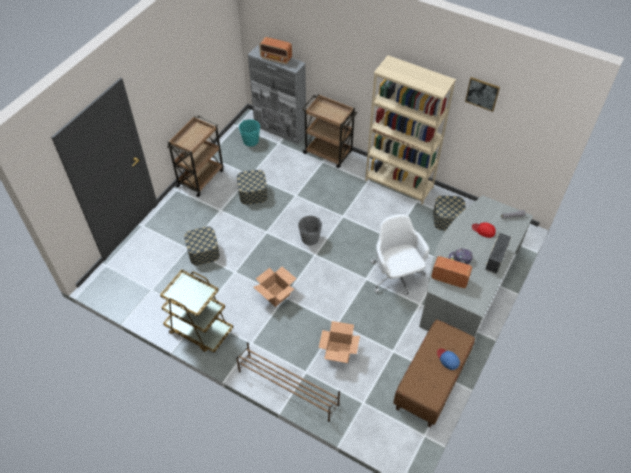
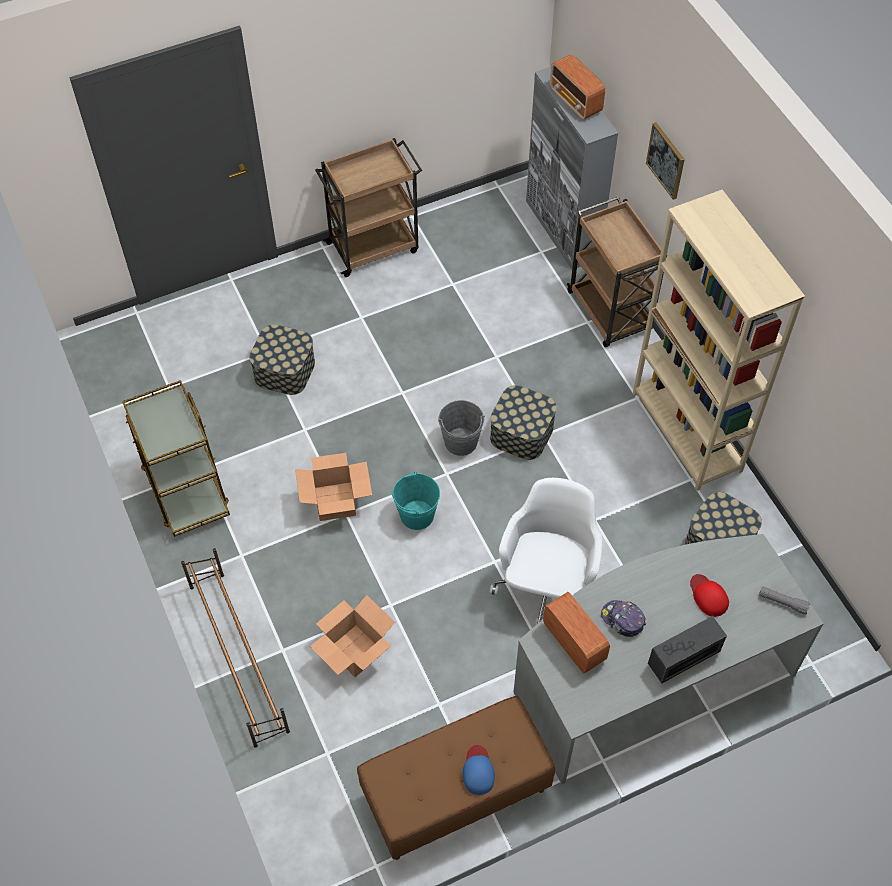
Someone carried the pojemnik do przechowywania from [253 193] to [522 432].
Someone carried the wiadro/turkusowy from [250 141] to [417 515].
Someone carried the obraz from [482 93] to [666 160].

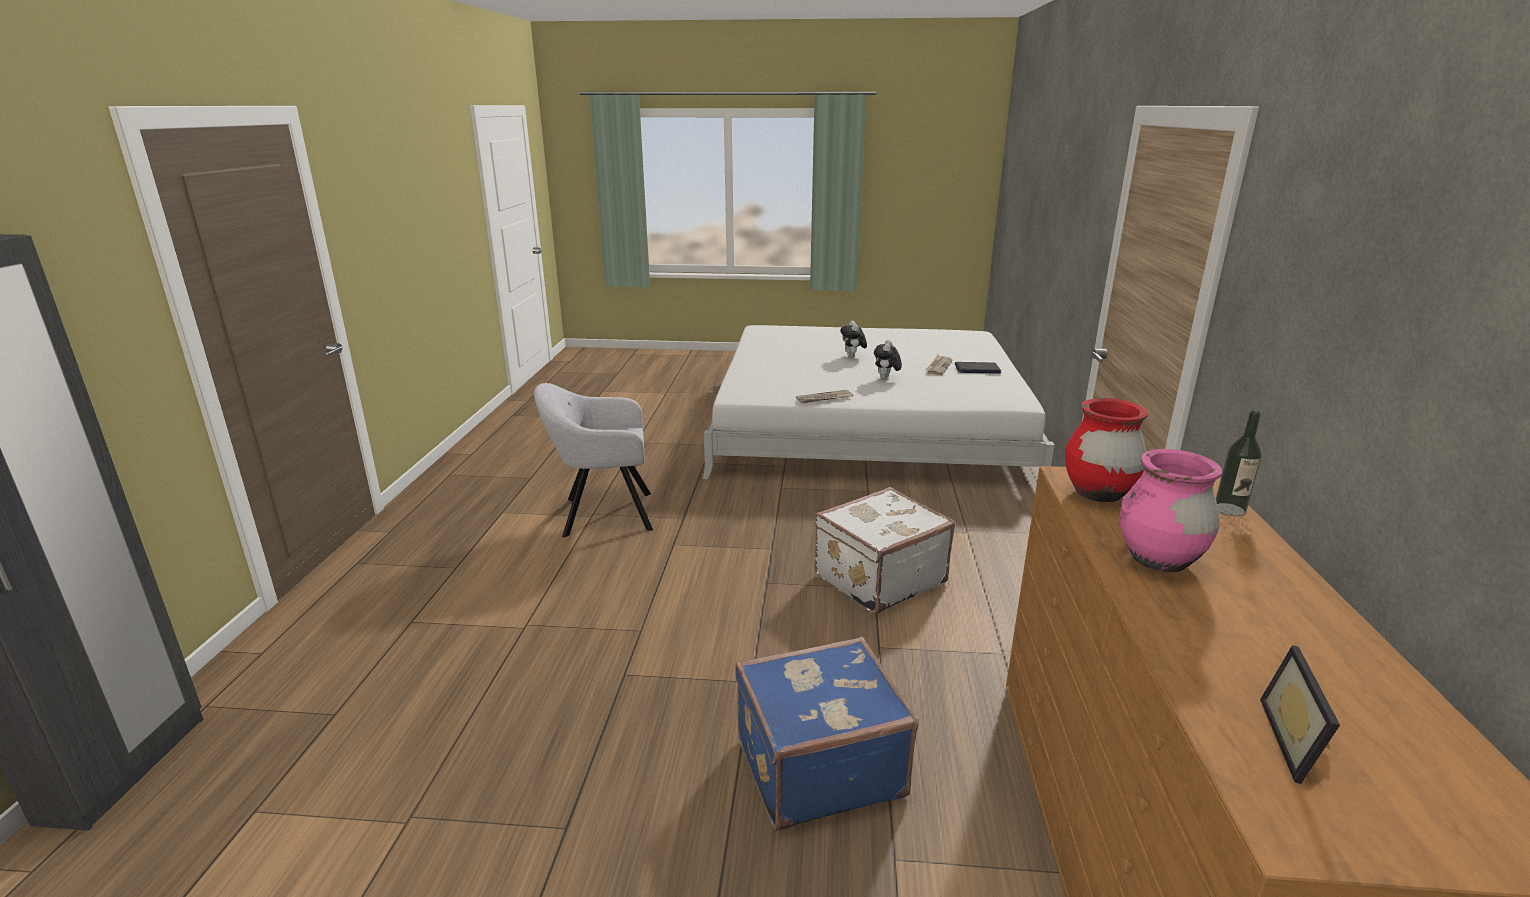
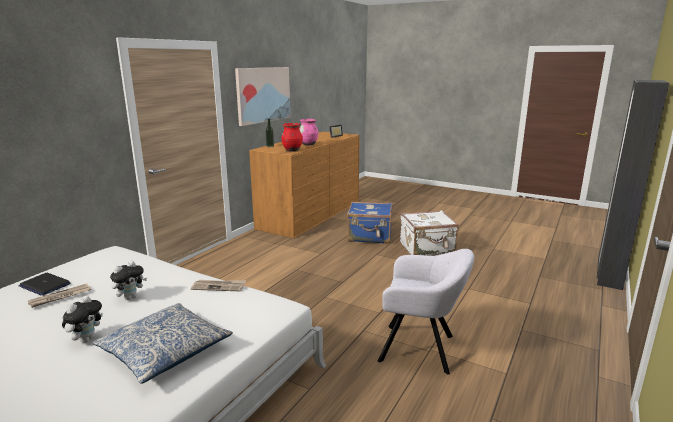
Someone put down the poduszka at [165 351].
Someone put up the obraz at [263 94].
Someone carried the walizka/biały from [877 578] to [427 248].

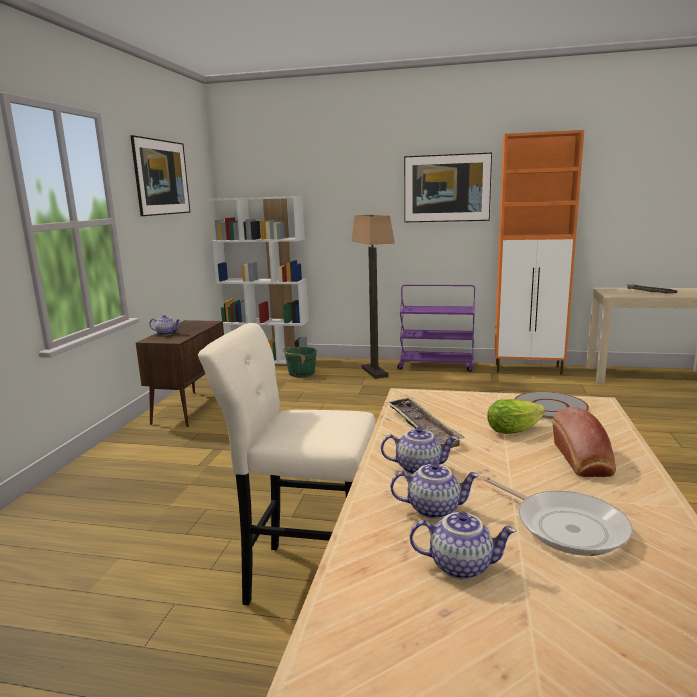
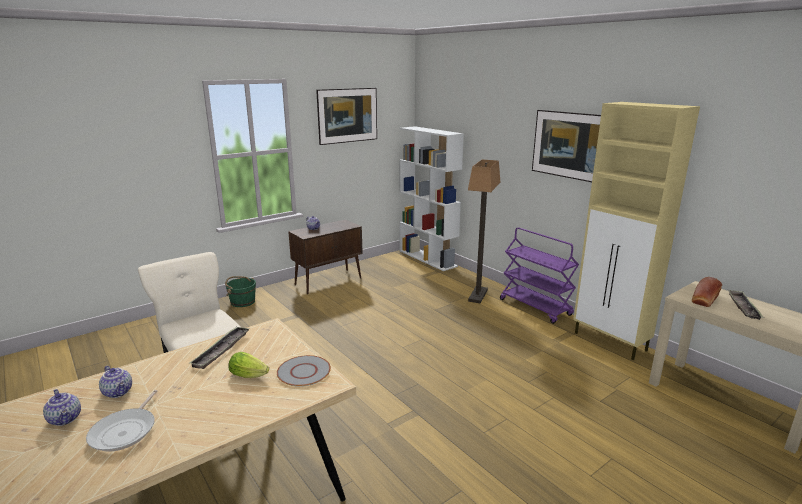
Someone took away the imbryk at [419 467].
Someone carried the wiadro/zielony from [301 373] to [242 302].
Someone carried the chleb from [583 460] to [704 300].
Someone repainted the szafka/pomarańczowy at [529 369], which became the szafka/beżowy at [610 342].

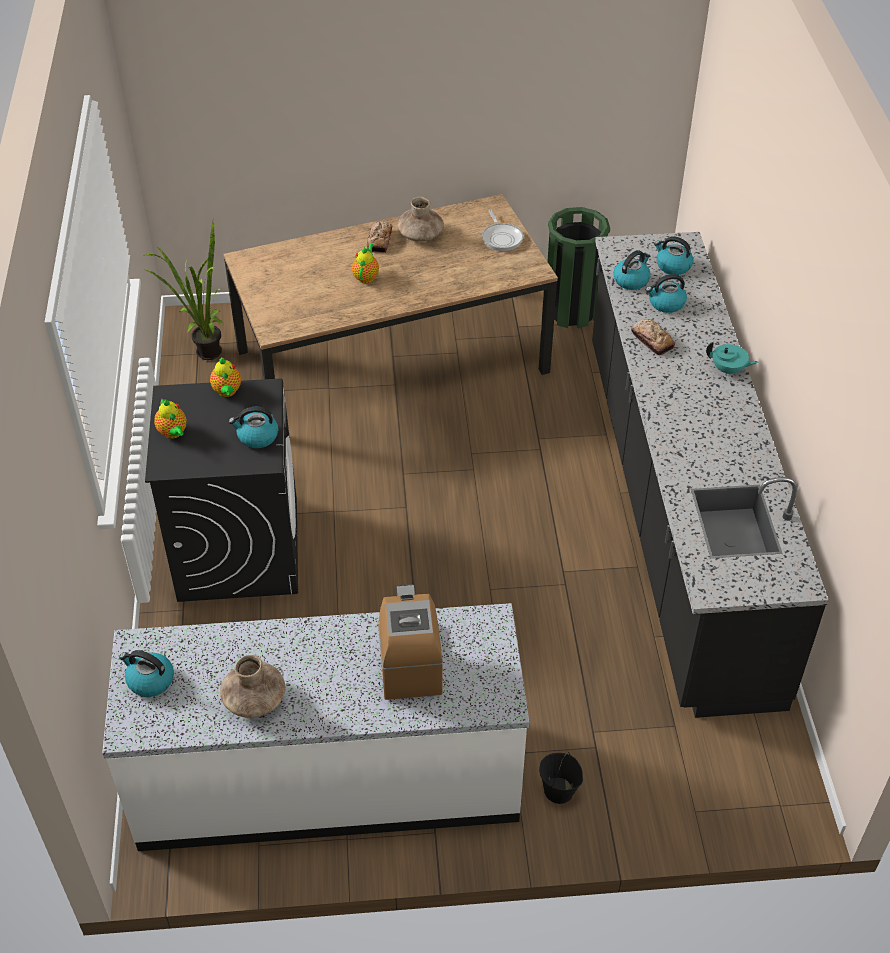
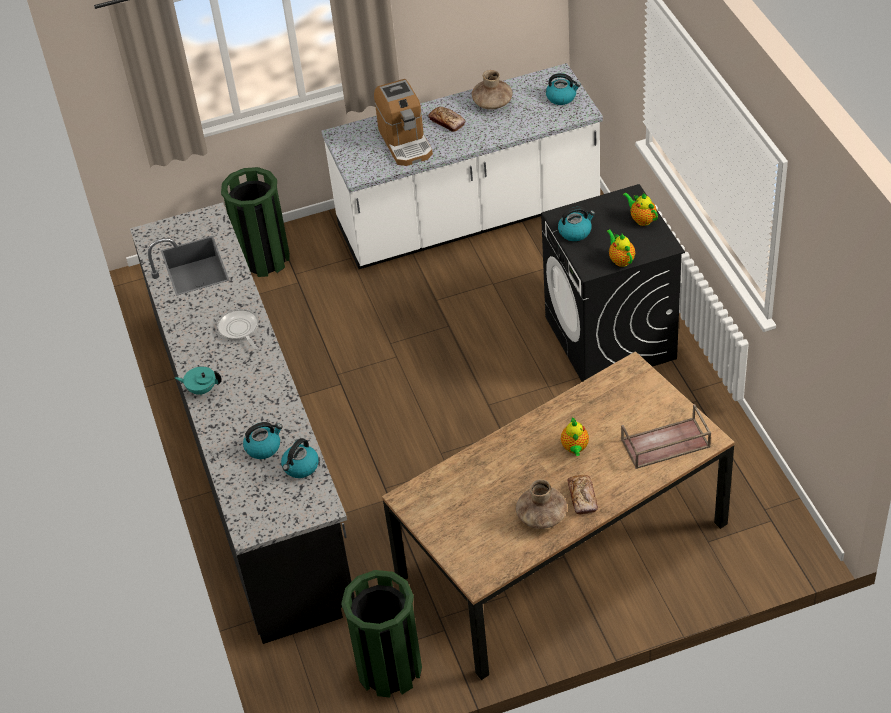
Someone took away the roślina doniczkowa at [202 352].
Someone took away the wiadro/czarny at [559 791].
Someone took away the czajnik at [672 266].
Someone put down the kosz na śmieci/zielony at [264 258].
Someone put down the taca/brązowy at [665 444].
Someone carried the patelnia from [501 238] to [239 329].
Someone carried the chleb from [652 340] to [447 122].

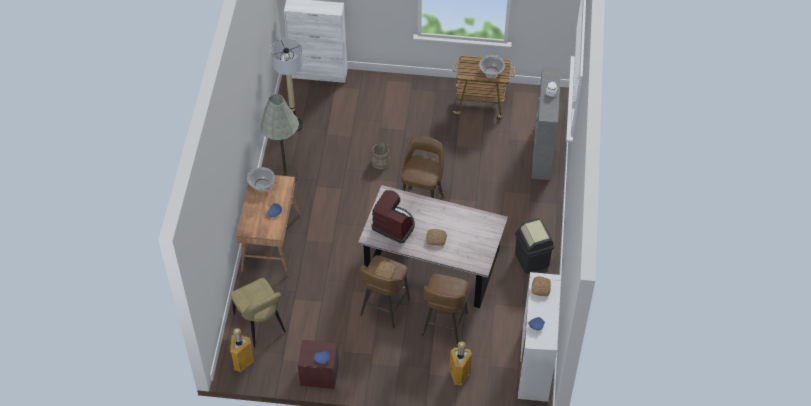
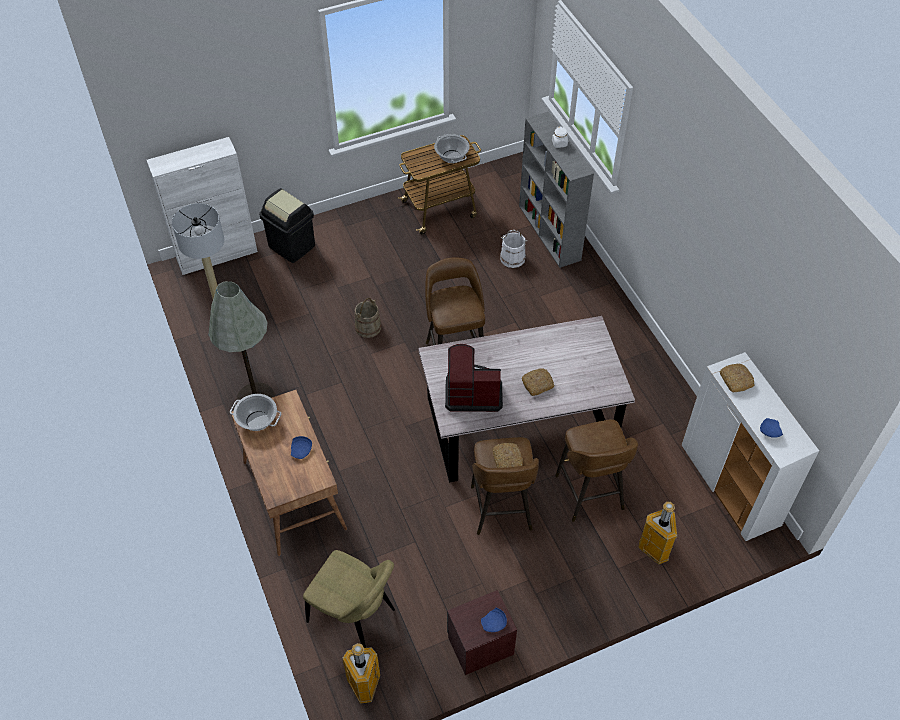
Someone put down the wiadro/biały at [512 258].
Someone carried the kosz na śmieci/czarny from [532 259] to [292 246].

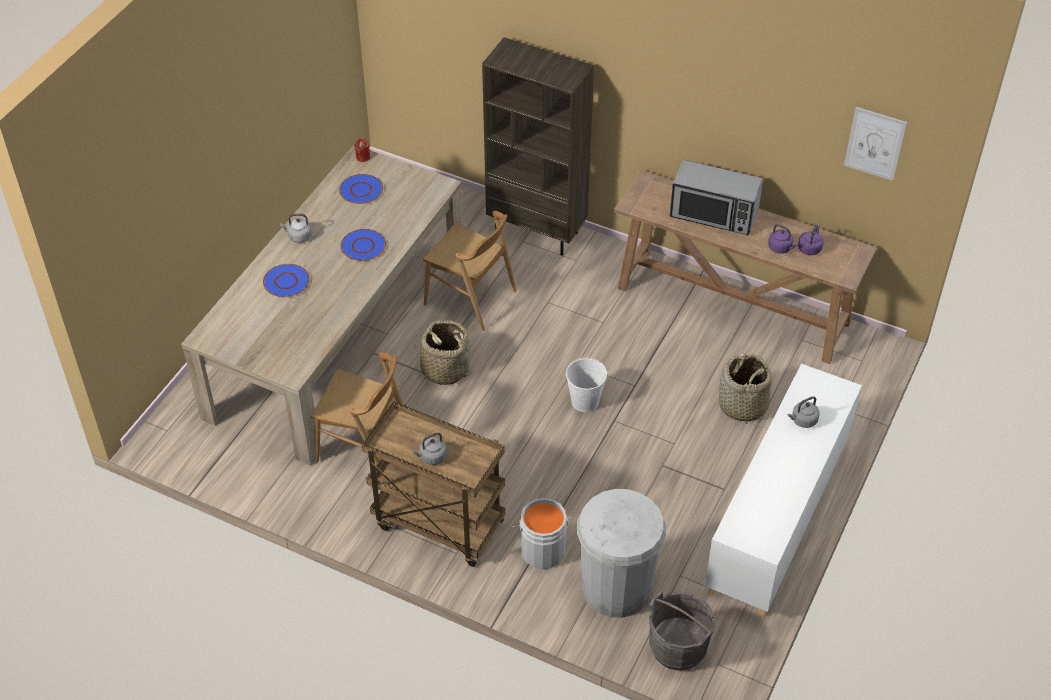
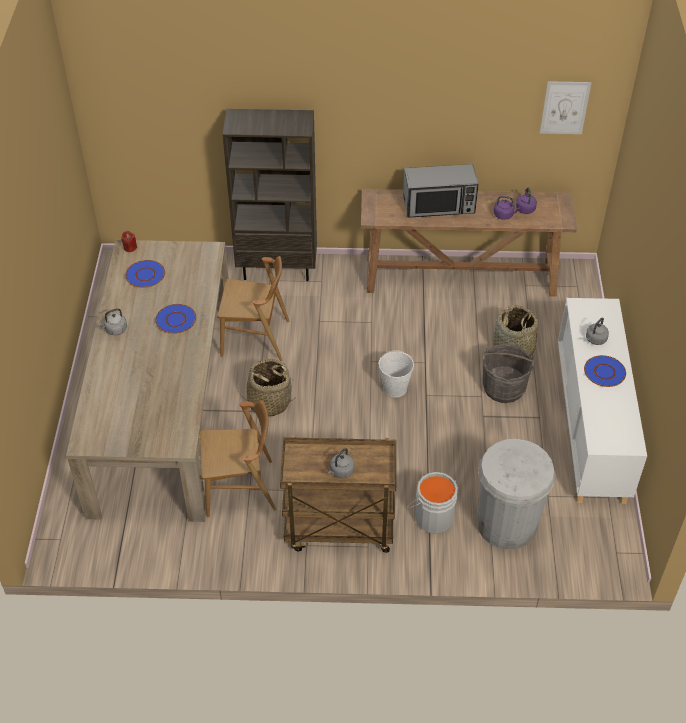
Someone carried the talerz/niebieski from [286 281] to [605 372].
Someone carried the wiadro/szary from [678 647] to [503 388].

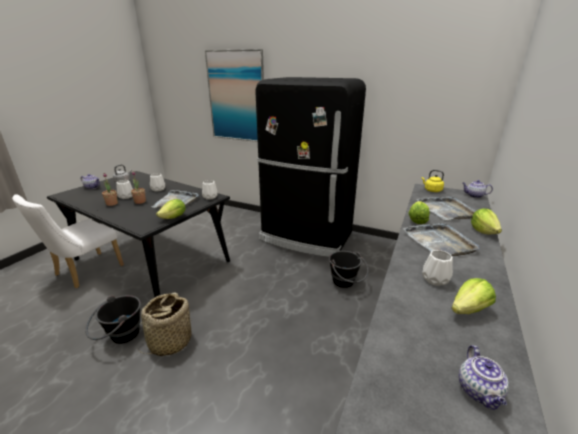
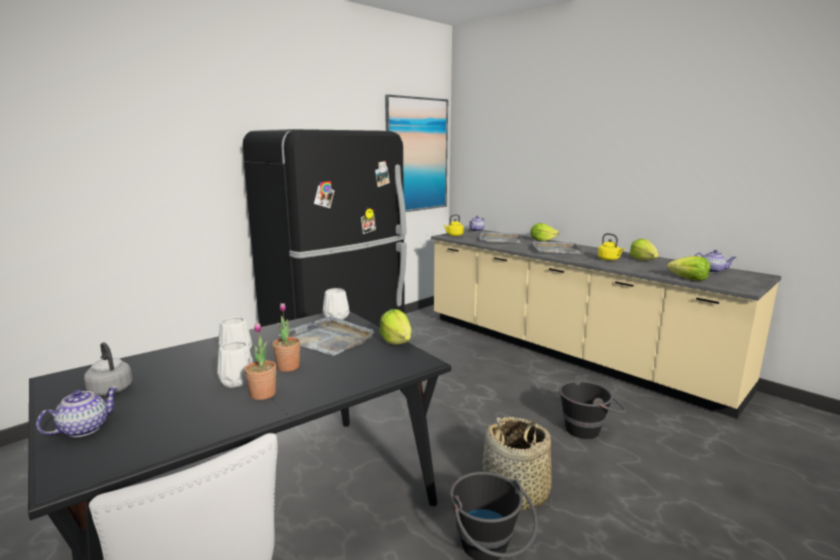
Someone carried the obraz from [236 97] to [417 155].
Someone carried the wiadro/czarny from [346 284] to [589 429].
Someone carried the sałata from [417 220] to [688 279].
Someone swapped the wazon/biały at [435 280] for the czajnik/żółty at [609 259].

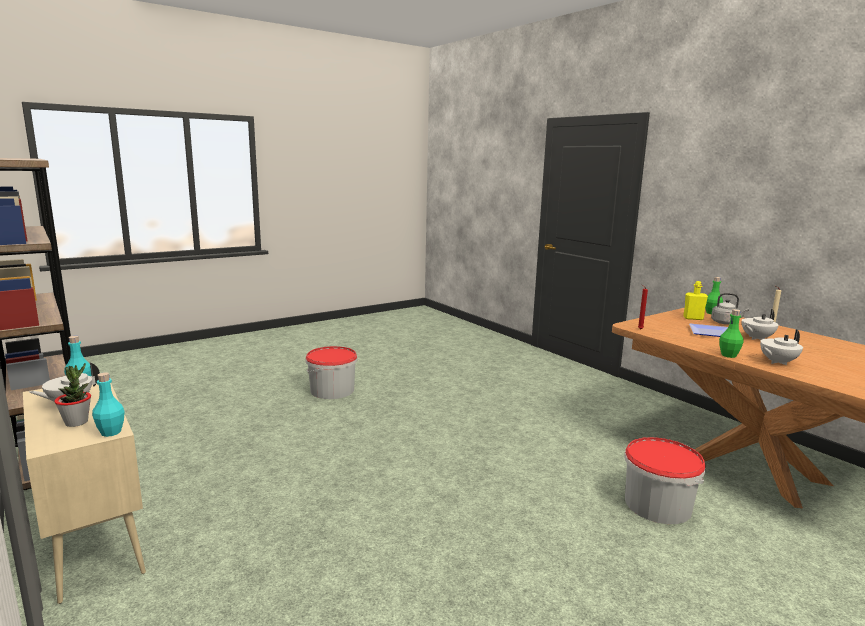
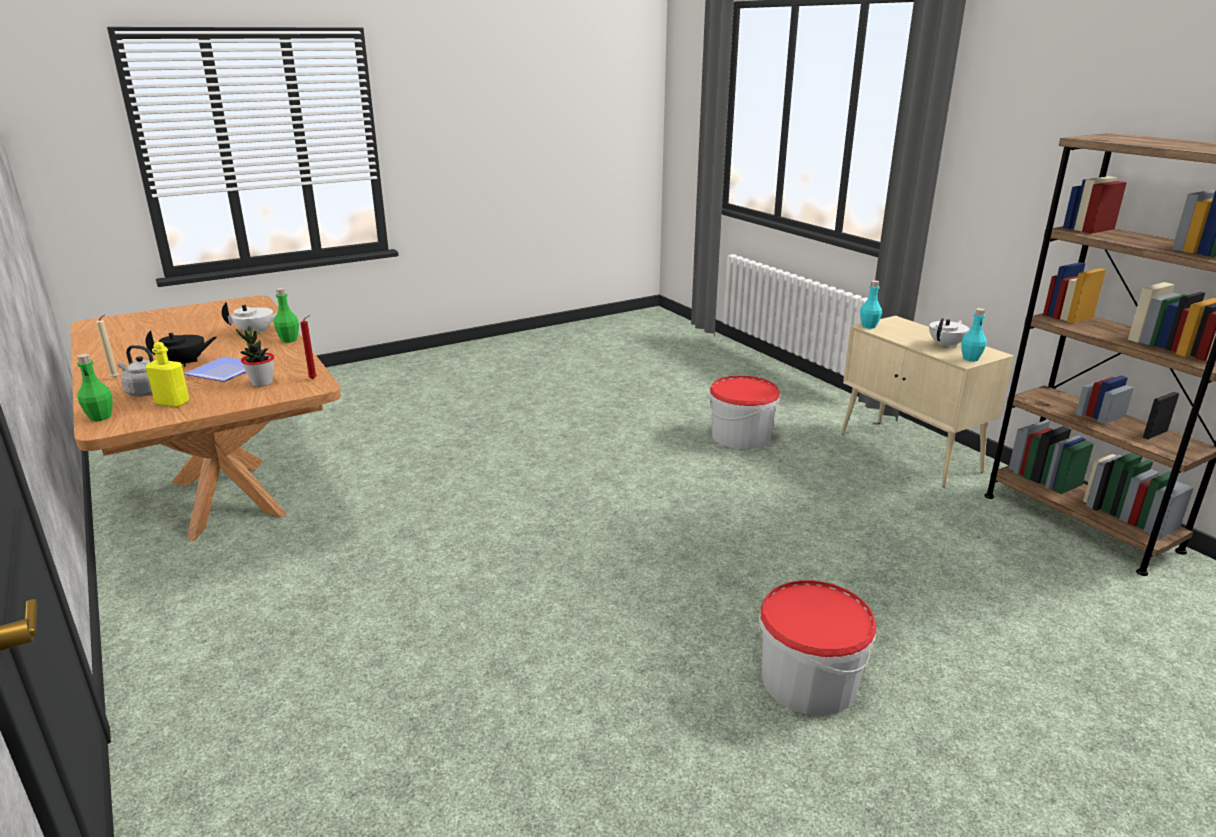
Someone carried the roślina doniczkowa from [77 422] to [262 383].
Someone carried the wiadro from [657 505] to [741 435].
Someone repainted the imbryk/biały at [756 338], which became the imbryk/czarny at [186 363].

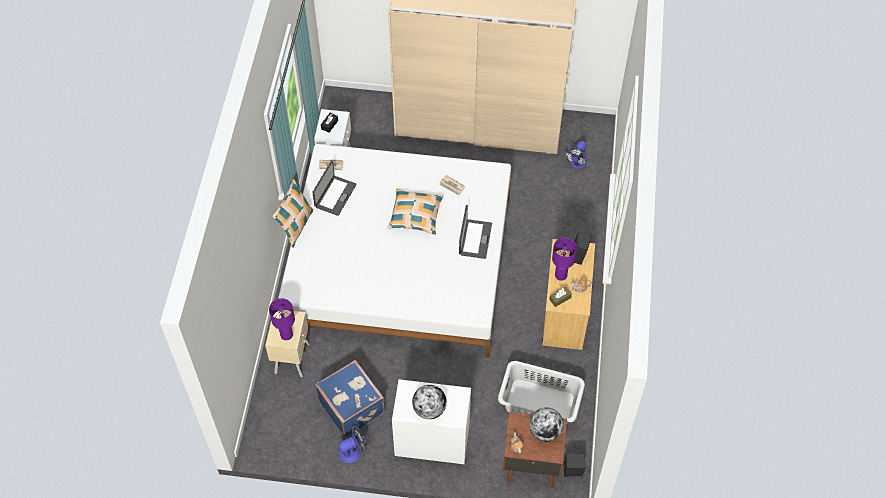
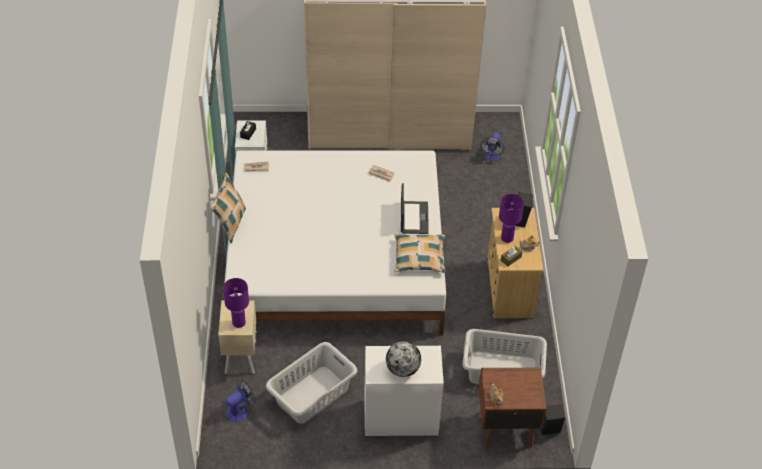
Someone took away the laptop at [335 195].
Someone took away the globus at [545 431].
Someone carried the wentylator from [353 451] to [240 410].
Someone carried the poduszka from [415 215] to [419 257].
Someone swapped the walizka/niebieski at [352 406] for the kosz na pranie/szary at [311 394].

